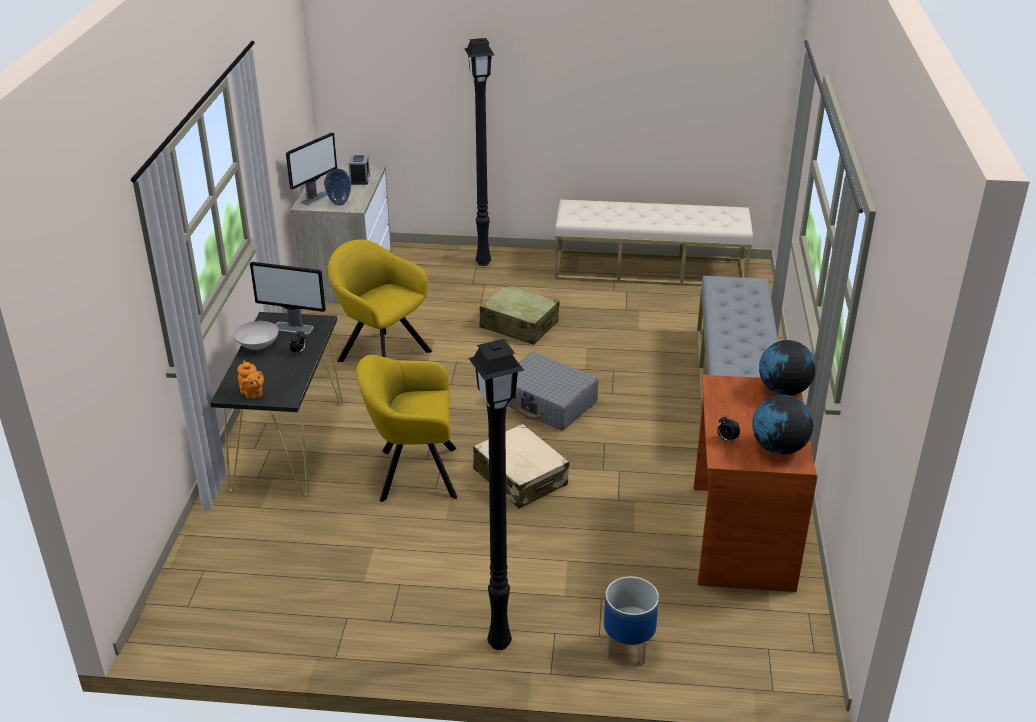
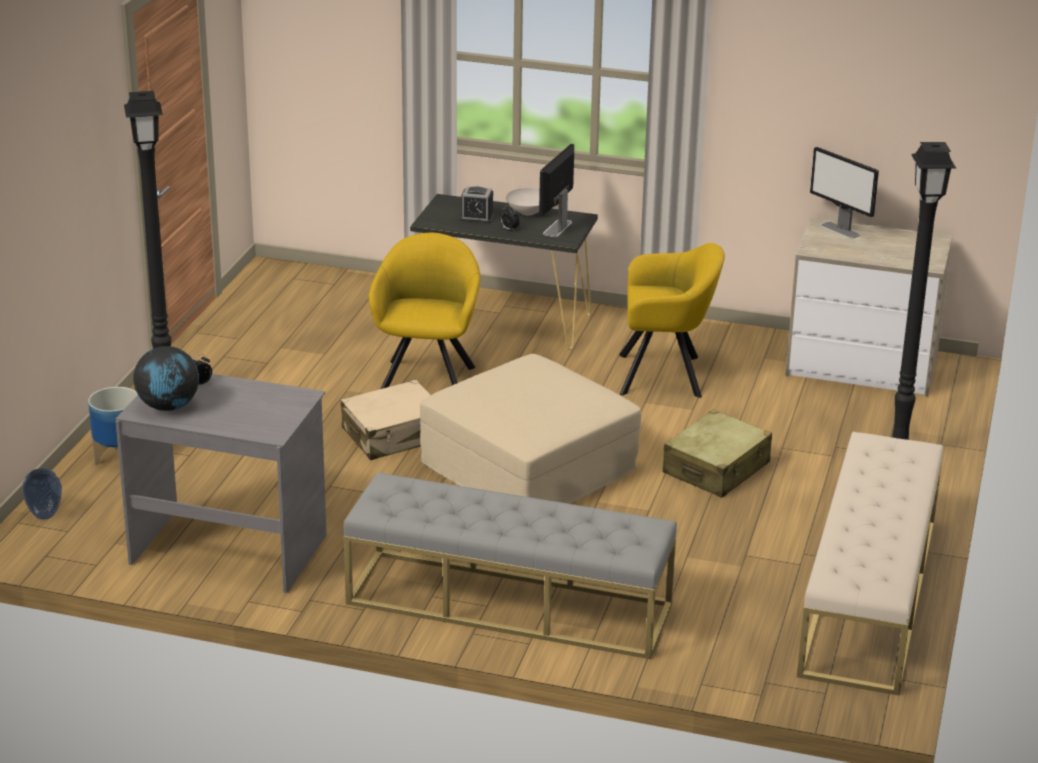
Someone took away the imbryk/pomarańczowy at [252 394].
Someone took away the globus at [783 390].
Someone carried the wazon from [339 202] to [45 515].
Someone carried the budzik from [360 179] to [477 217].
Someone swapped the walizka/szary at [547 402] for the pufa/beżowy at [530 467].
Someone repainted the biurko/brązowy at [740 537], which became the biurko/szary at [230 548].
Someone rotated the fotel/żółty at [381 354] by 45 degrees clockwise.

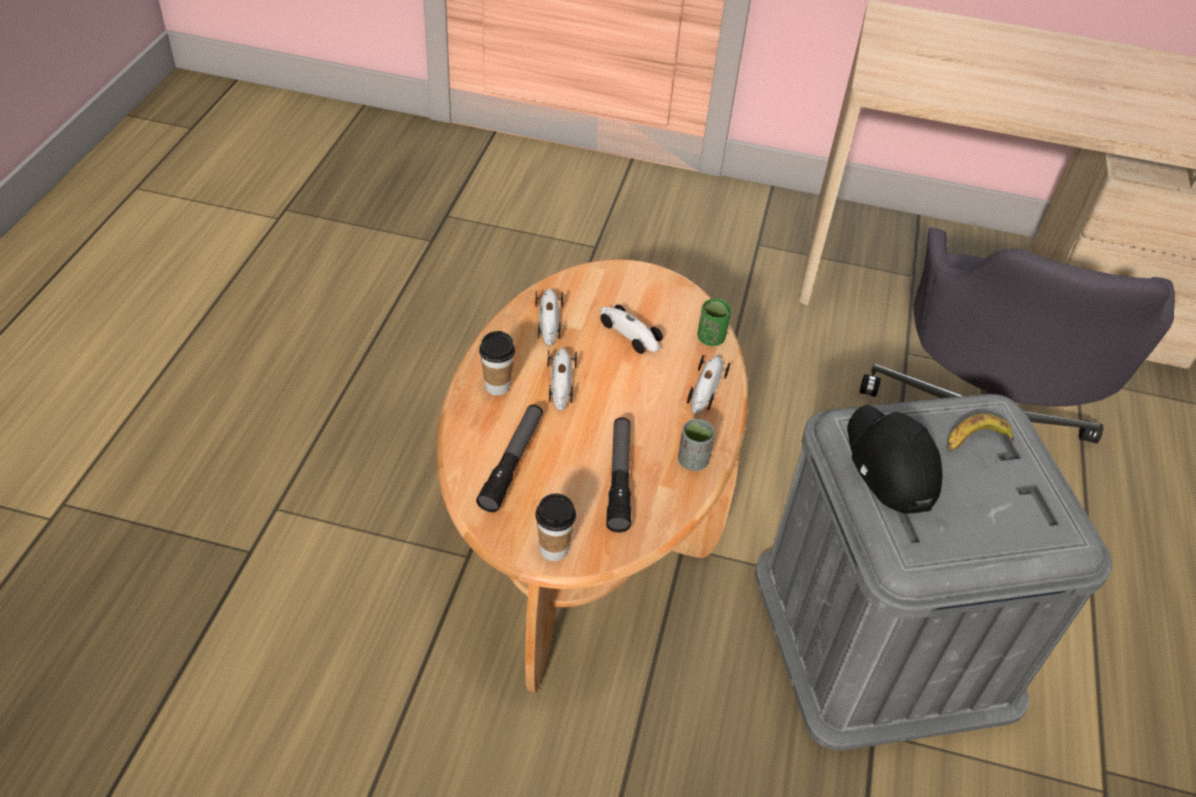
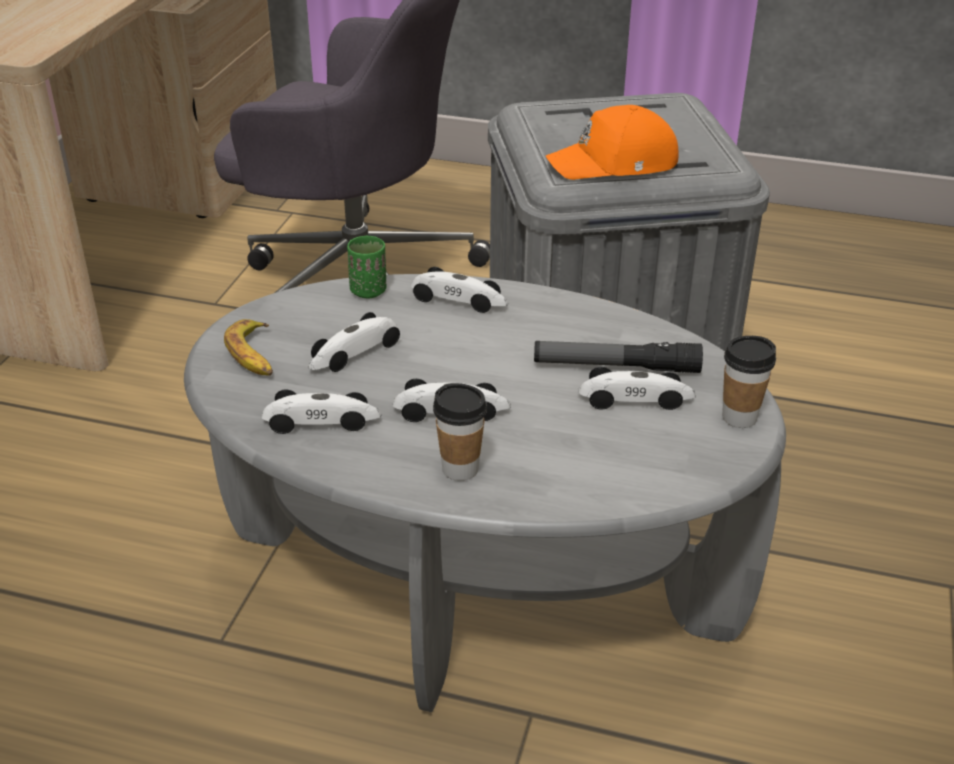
Someone took away the latarka at [512 462].
Someone took away the filiżanka/szary at [693 461].
Someone put down the samochodzik at [636 399].
Someone carried the banan from [974 440] to [254 356].
Someone repainted the ława/brązowy at [586 527], which became the ława/szary at [475 585].
Someone repainted the czapka z daszkiem/czarny at [889 465], which became the czapka z daszkiem/pomarańczowy at [615 164].

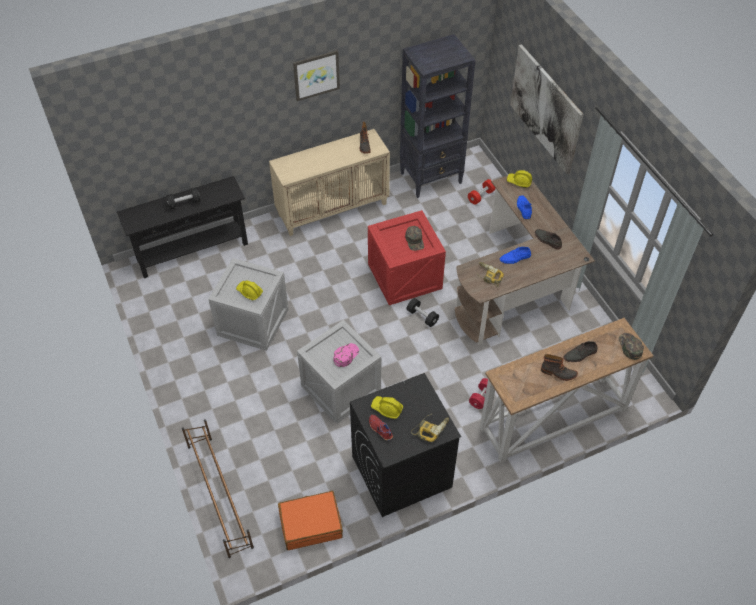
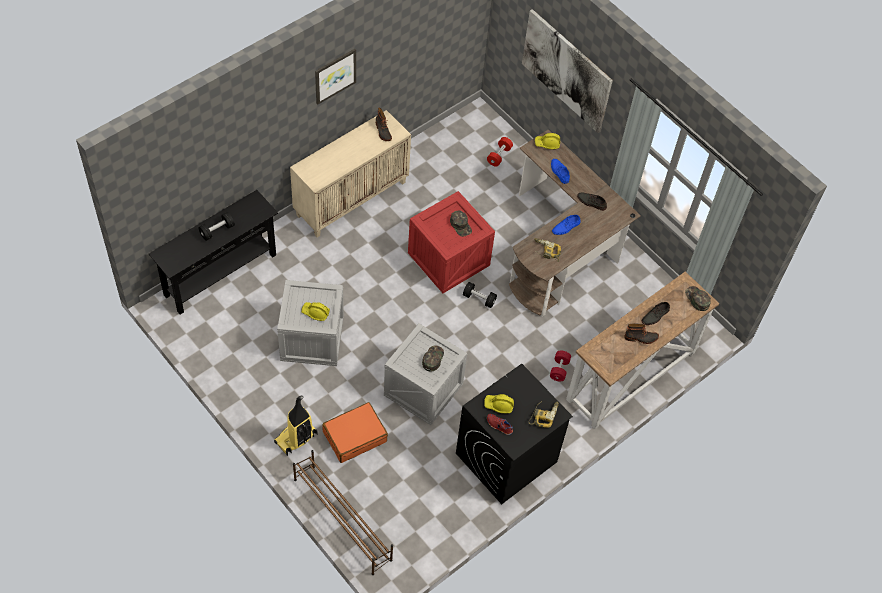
Someone took away the regał/czarny at [431 178].
Someone put down the odkurzacz at [296 439].
Someone carried the walizka/pomarańczowy from [311 524] to [354 436].
Someone repainted the czapka z daszkiem/różowy at [345 355], which became the czapka z daszkiem/zielony at [432 359].

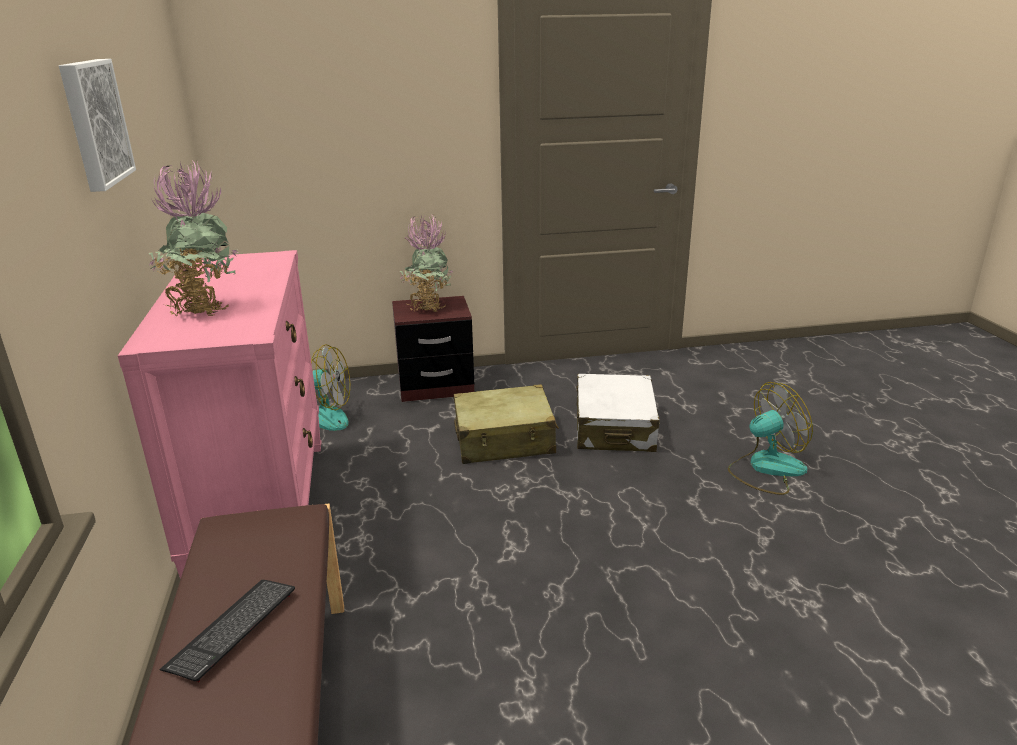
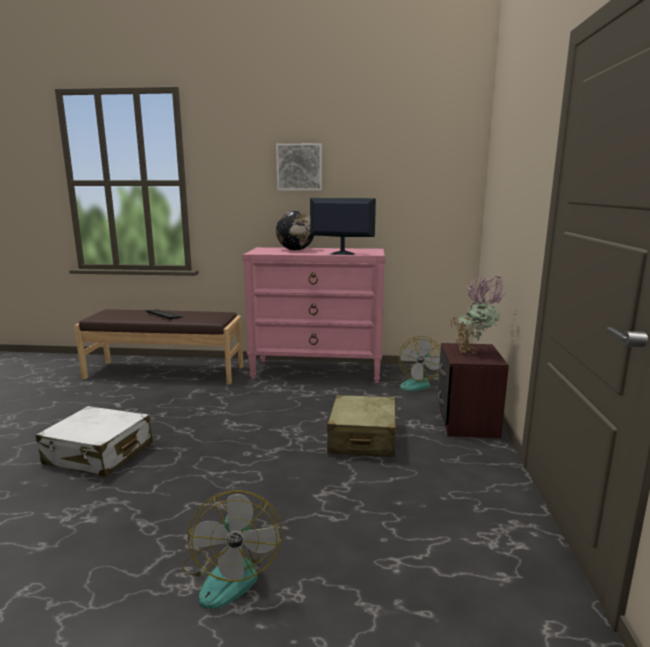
Someone put down the monitor at [341 253].
Someone carried the walizka/biały from [614 428] to [99 454].
Someone swapped the roślina doniczkowa at [203 309] for the globus at [295 250].

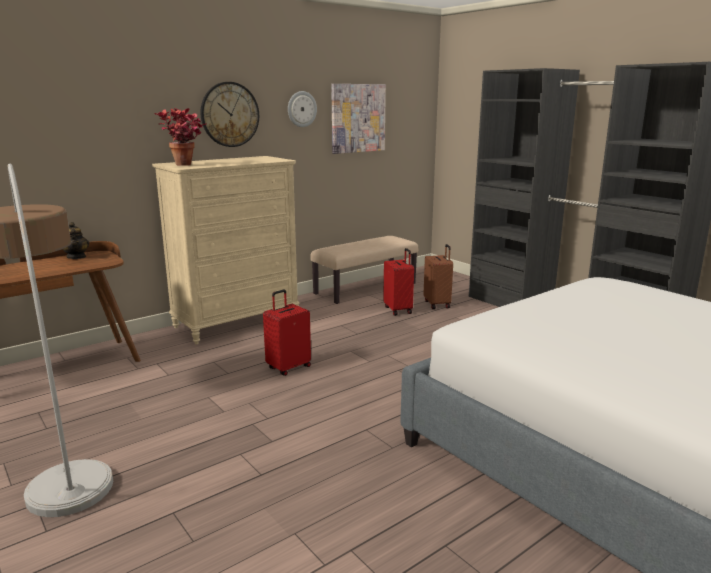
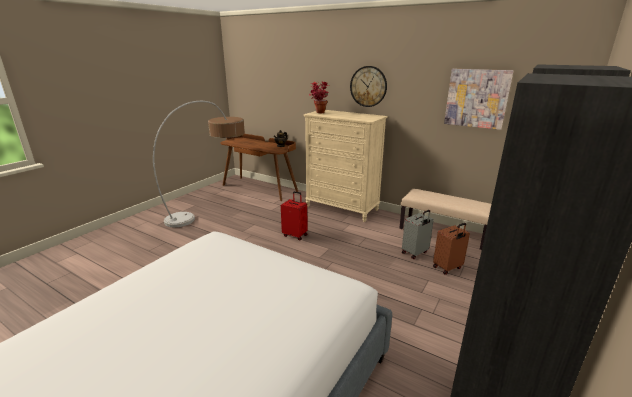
Someone took away the zegar ścienny at [301 109].
Someone repainted the walizka/czerwony at [398 310], which became the walizka/szary at [415 253].

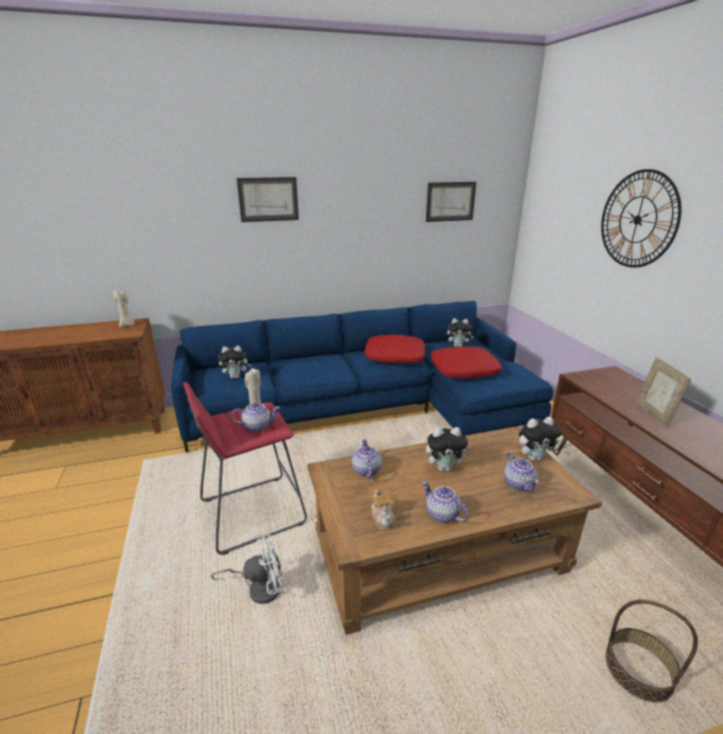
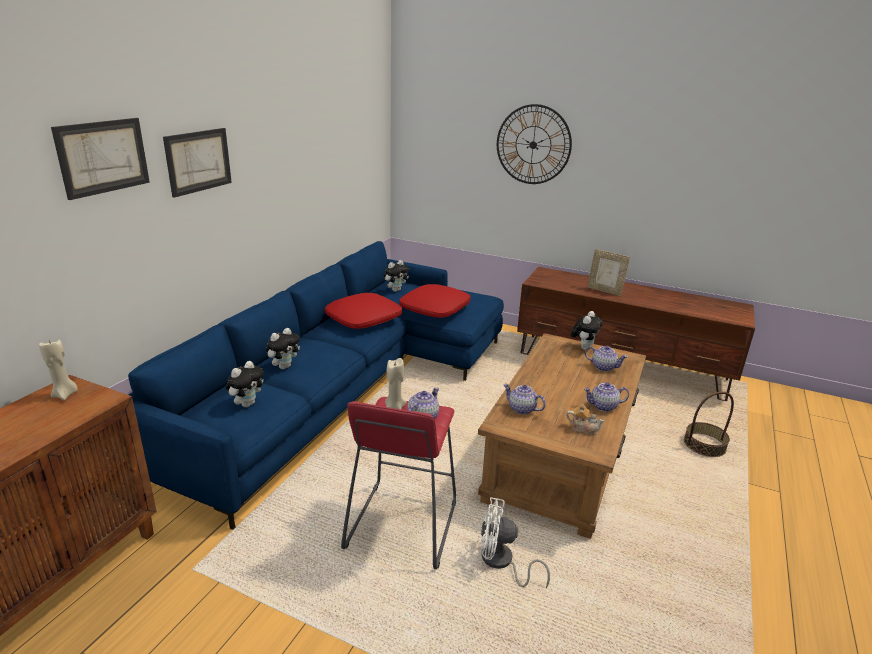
Someone carried the obraz from [450 201] to [103 157].
Someone carried the pluszak from [445 468] to [284 366].
Someone rotated the wentylator/biały at [259 588] by 105 degrees counterclockwise.

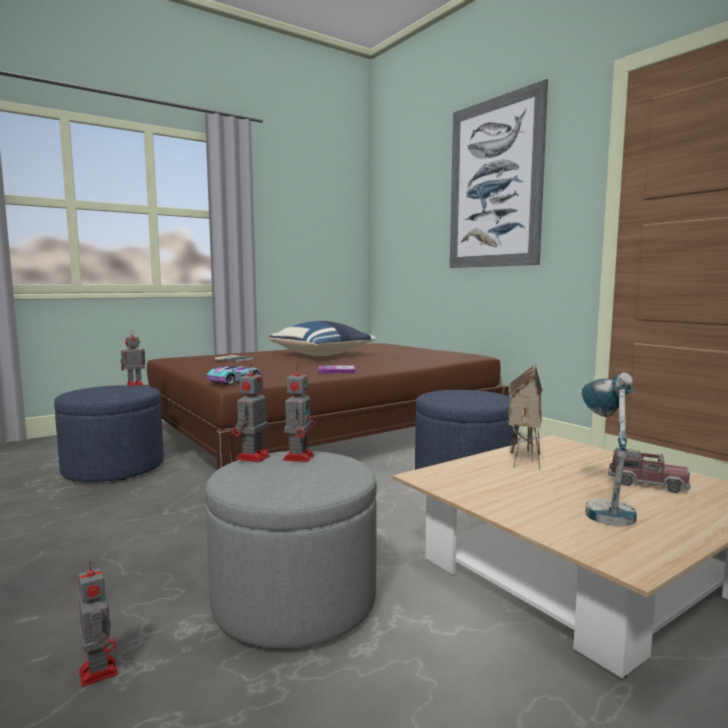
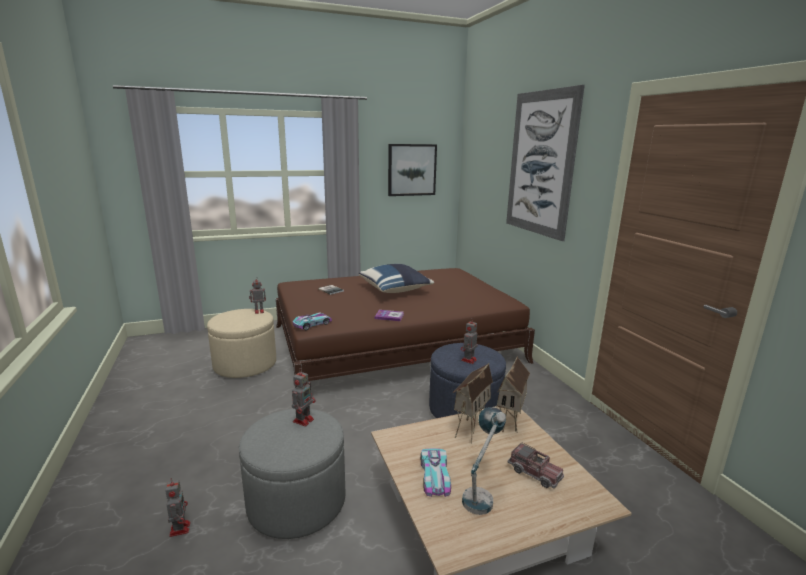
Someone put up the obraz at [411 170].
Someone put down the samochodzik at [435 476].
Someone put down the domek at [510 423].
Someone carried the robot zabawkowy from [252 458] to [468 360].
Someone repainted the pufa/niebieski at [114 468], which became the pufa/beżowy at [245 364].

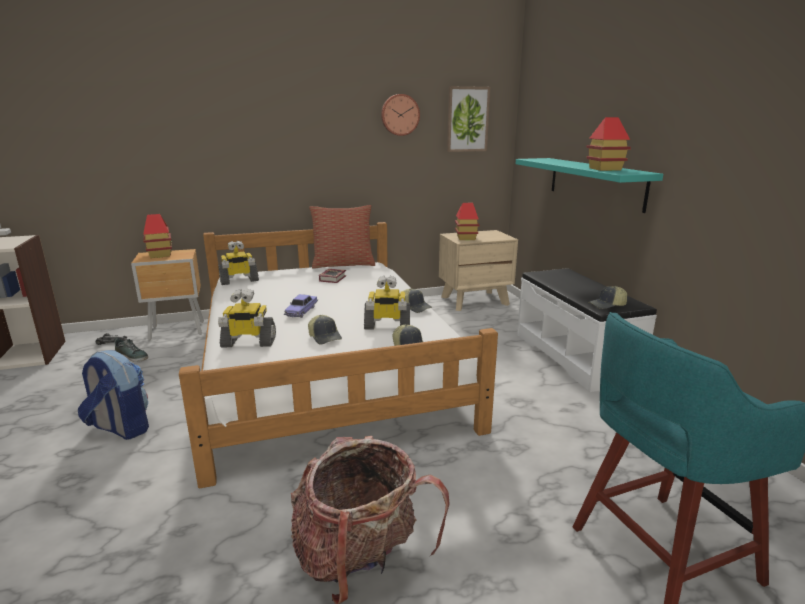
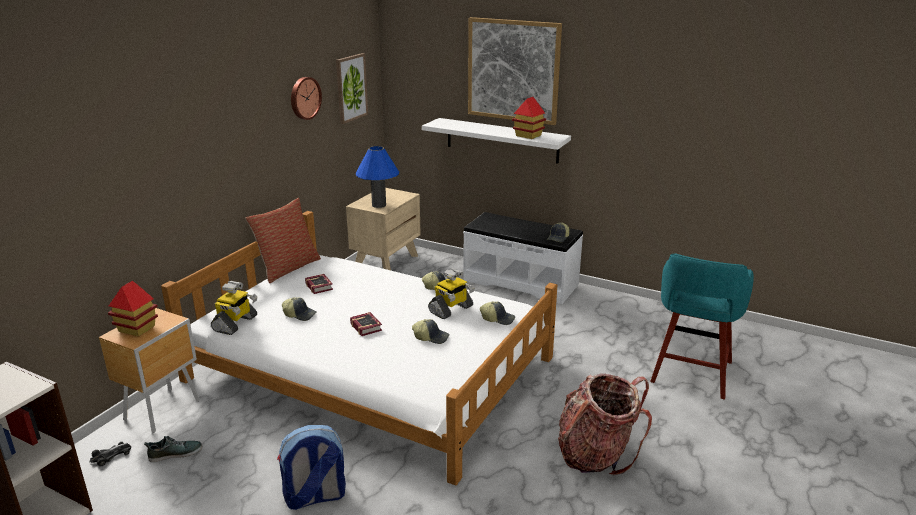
Someone took away the robot zabawkowy at [248 342].
Someone put down the czapka z daszkiem at [300 314].
Someone put up the obraz at [513 70].
Someone swapped the samochodzik at [301 311] for the książka at [366 326].
Someone swapped the domek at [466 238] for the lampa stołowa/niebieski at [379 205].
Someone repainted the półka/turkusowy at [595 182], which became the półka/biały at [501 140].

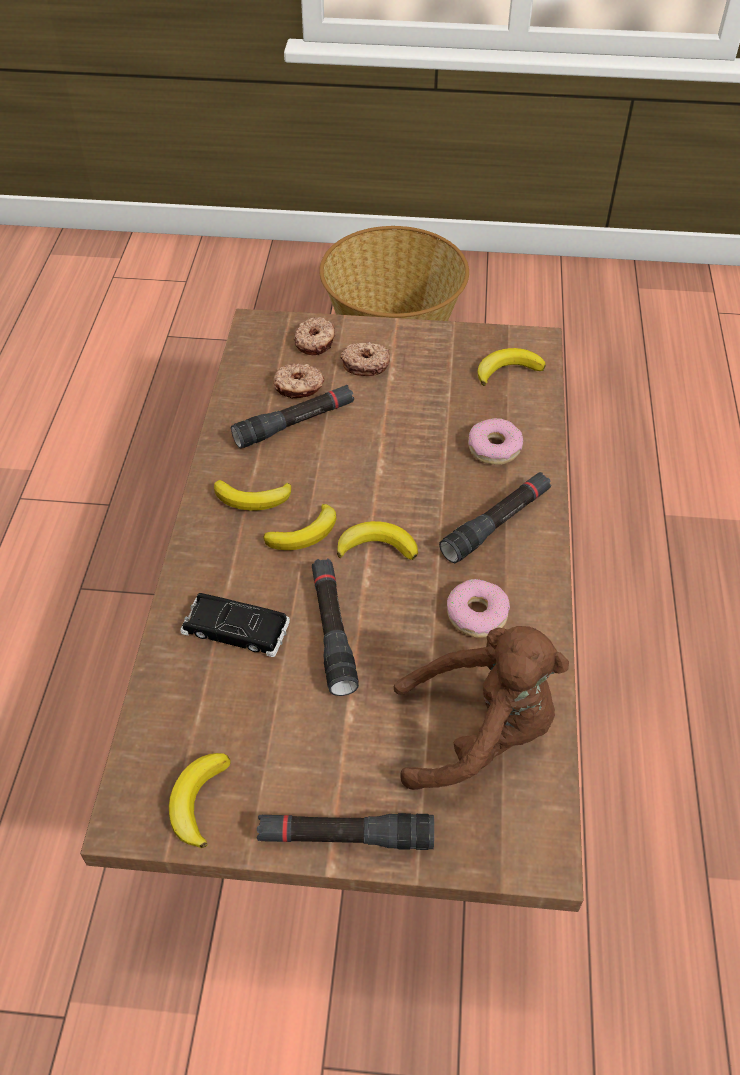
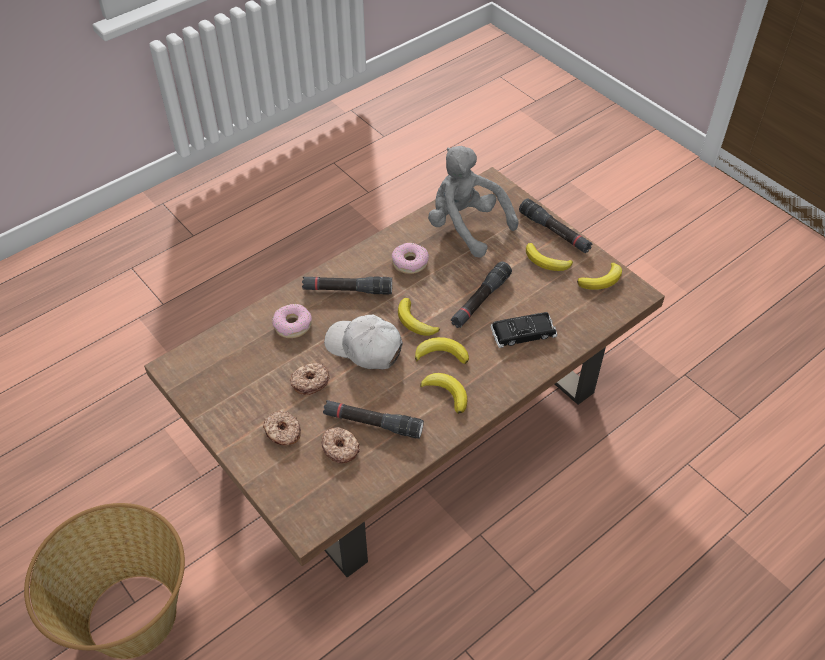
Someone put down the czapka z daszkiem/biały at [364 348].
Someone carried the donut from [316 342] to [310 382].
Someone carried the banan from [507 370] to [546 261].
Someone repainted the pluszak/brązowy at [479 732], which became the pluszak/szary at [466 226].
Someone rotated the samochodzik/czarny at [236 629] by 75 degrees counterclockwise.

